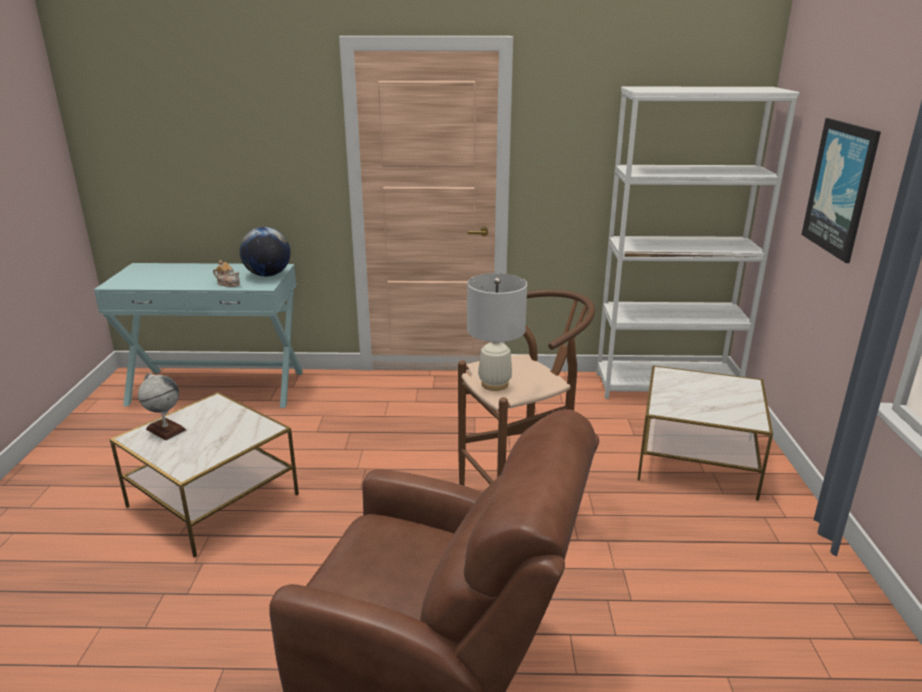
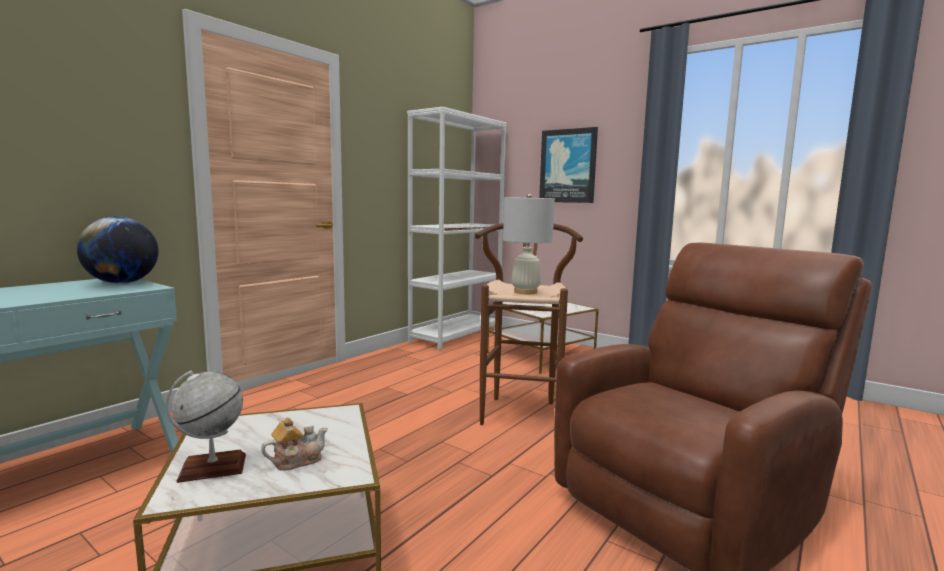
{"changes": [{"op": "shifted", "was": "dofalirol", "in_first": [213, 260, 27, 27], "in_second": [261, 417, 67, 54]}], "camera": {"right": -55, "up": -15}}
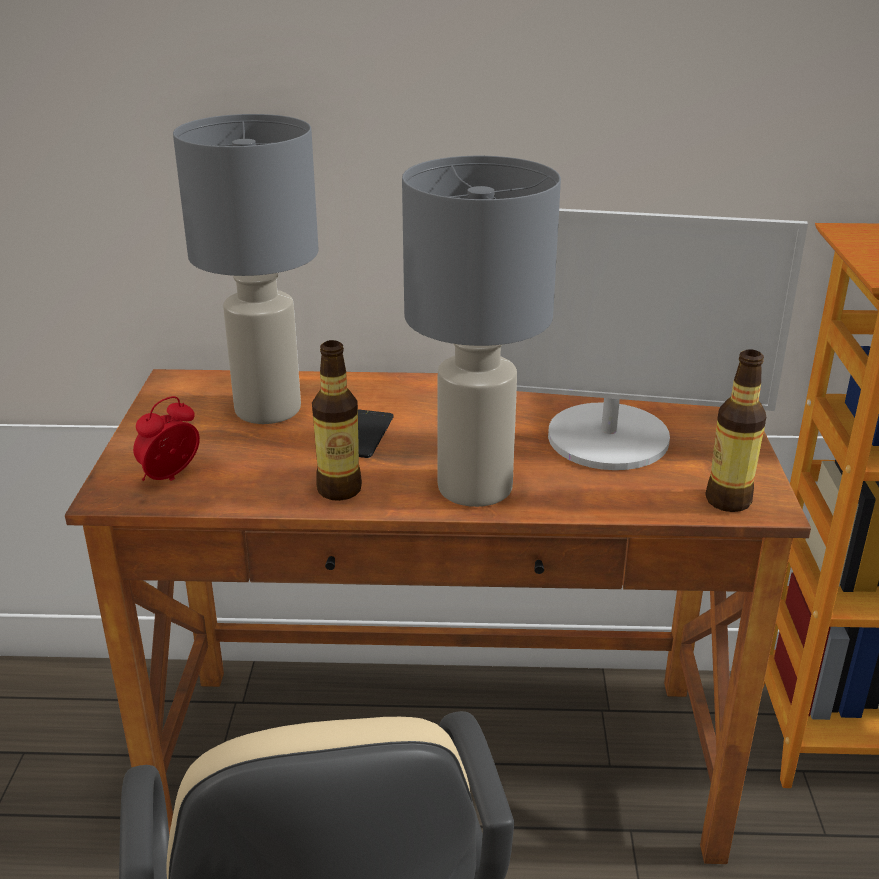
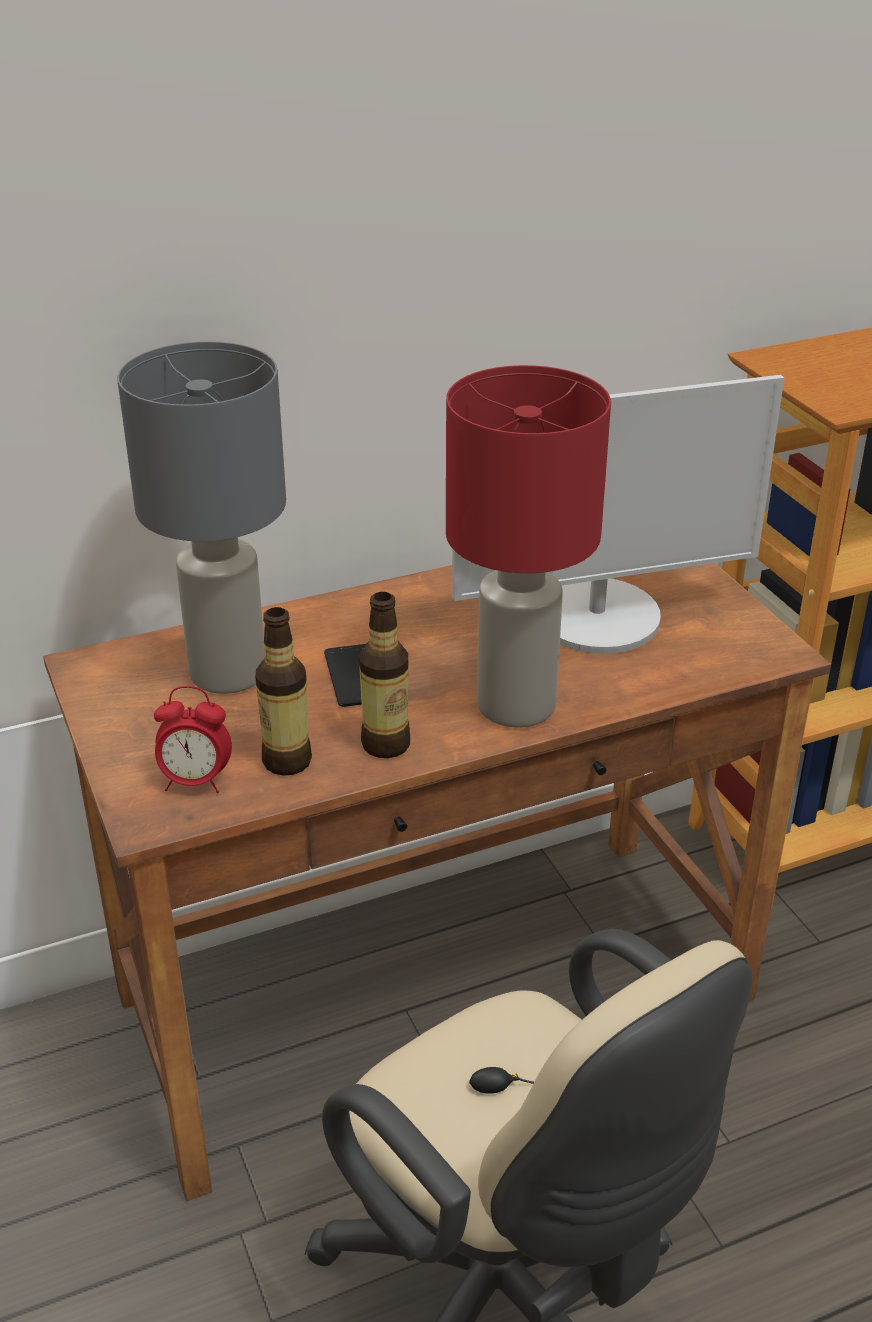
{"changes": [{"op": "repainted", "was": "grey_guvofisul", "now": "red_guvofisul", "in_first": [402, 156, 159, 351], "in_second": [446, 365, 165, 363]}, {"op": "shifted", "was": "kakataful", "in_first": [706, 350, 60, 162], "in_second": [255, 607, 57, 169]}, {"op": "rotated", "was": "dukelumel", "in_first": [133, 396, 67, 85], "in_second": [154, 686, 78, 107], "clockwise": -105}], "camera": {"right": -25, "up": 5}}
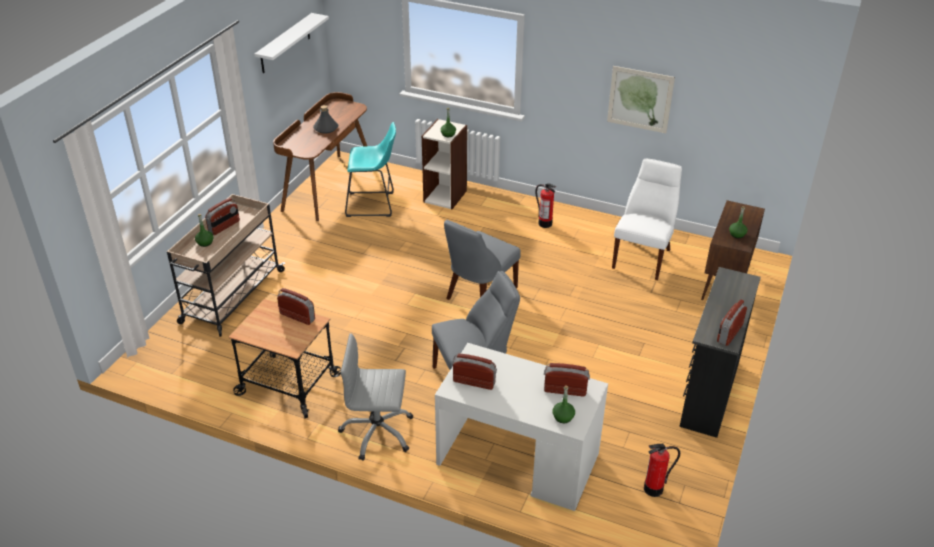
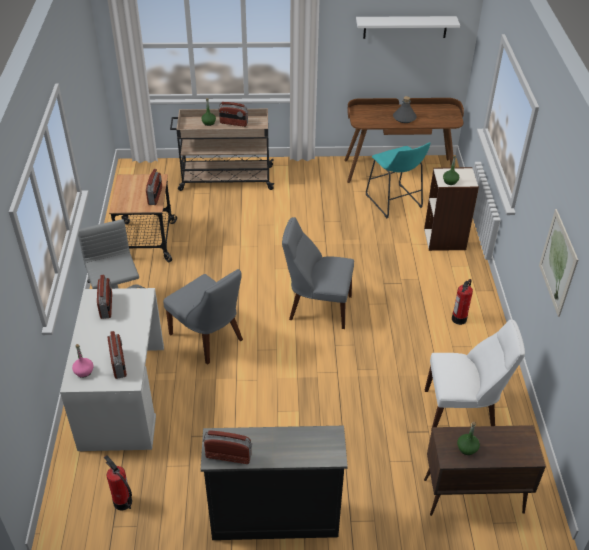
{"changes": [{"op": "repainted", "was": "green_kakataful", "now": "pink_kakataful", "in_first": [553, 385, 22, 38], "in_second": [72, 344, 22, 34]}], "camera": {"right": 65, "up": 5}}
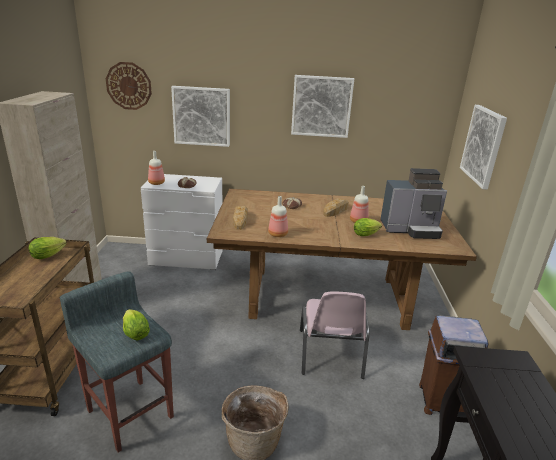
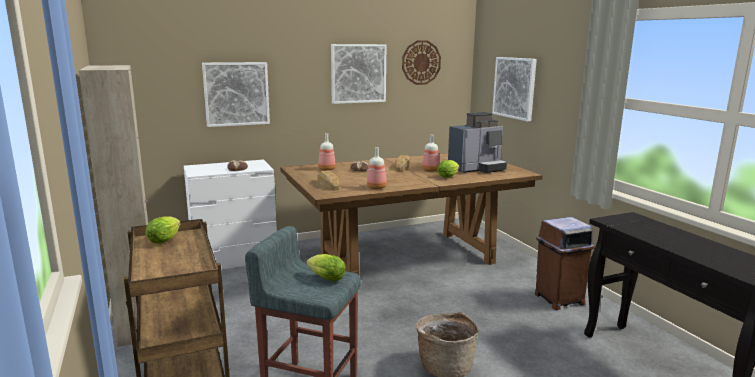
{"changes": [{"op": "shifted", "was": "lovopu", "in_first": [106, 62, 46, 48], "in_second": [402, 40, 39, 45]}, {"op": "shifted", "was": "kakataful", "in_first": [148, 151, 17, 34], "in_second": [318, 133, 18, 38]}, {"op": "gone", "was": "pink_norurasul", "in_first": [300, 291, 69, 88]}], "camera": {"right": -25, "up": -10}}
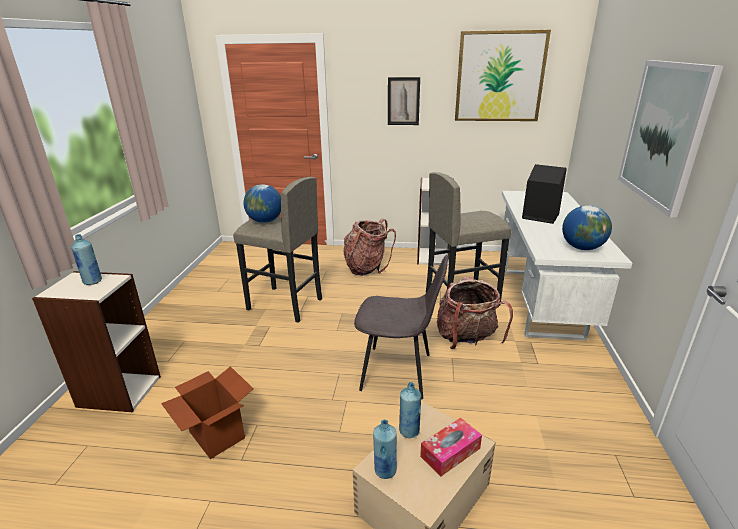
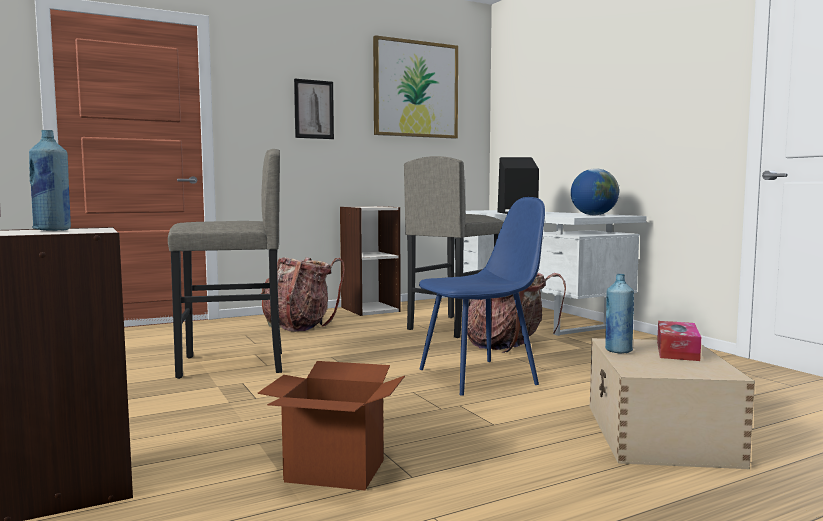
{"changes": [{"op": "gone", "was": "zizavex", "in_first": [618, 60, 105, 158]}, {"op": "gone", "was": "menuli", "in_first": [244, 184, 37, 39]}, {"op": "repainted", "was": "grey_norurasul", "now": "blue_norurasul", "in_first": [354, 255, 94, 144], "in_second": [419, 197, 126, 199]}, {"op": "gone", "was": "blue_kakataful", "in_first": [373, 420, 24, 59]}], "camera": {"right": -35, "up": -20}}
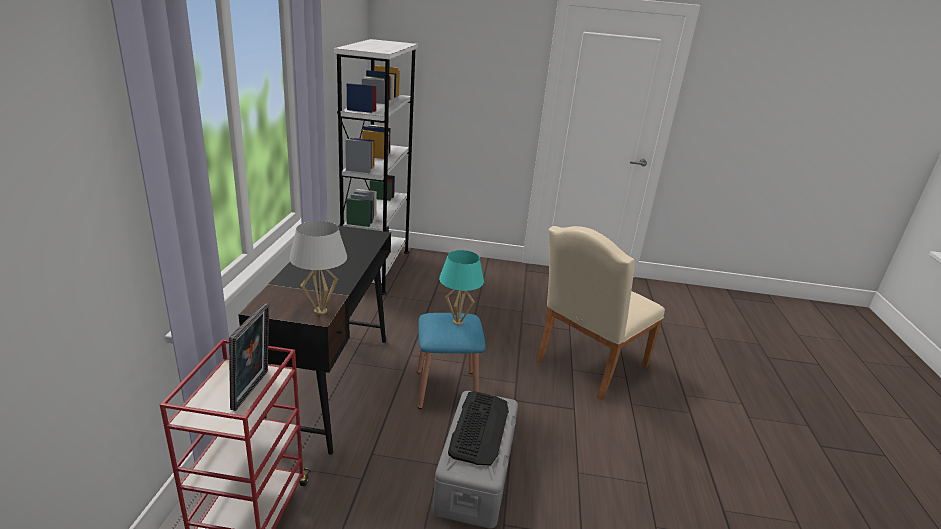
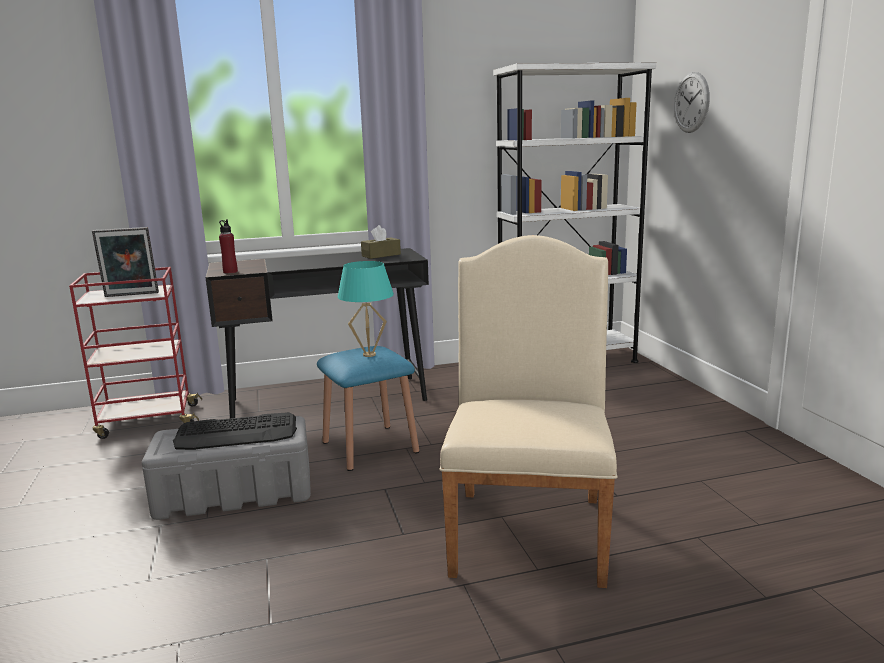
{"changes": [{"op": "swapped", "was": "white_guvofisul", "now": "red_kakataful", "in_first": [289, 221, 58, 94], "in_second": [219, 219, 19, 54]}, {"op": "rotated", "was": "beige_norurasul", "in_first": [536, 226, 129, 174], "in_second": [439, 235, 178, 353], "clockwise": 75}, {"op": "new", "now": "lovopu", "in_second": [674, 72, 36, 61]}, {"op": "new", "now": "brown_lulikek", "in_second": [361, 225, 40, 34]}], "camera": {"right": 70, "up": -10}}
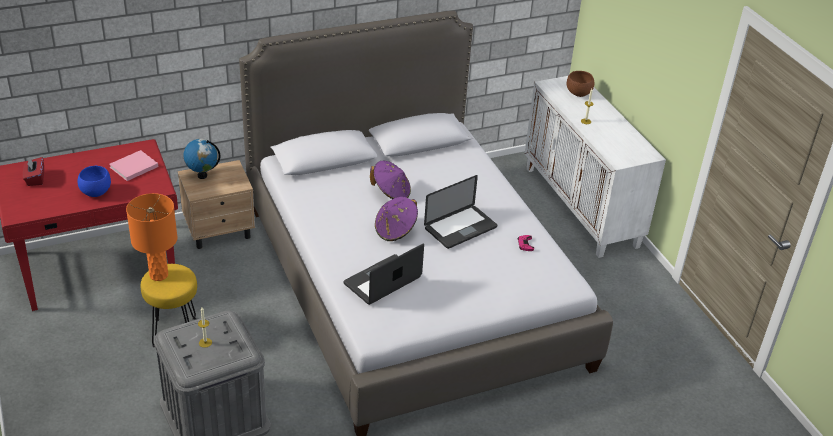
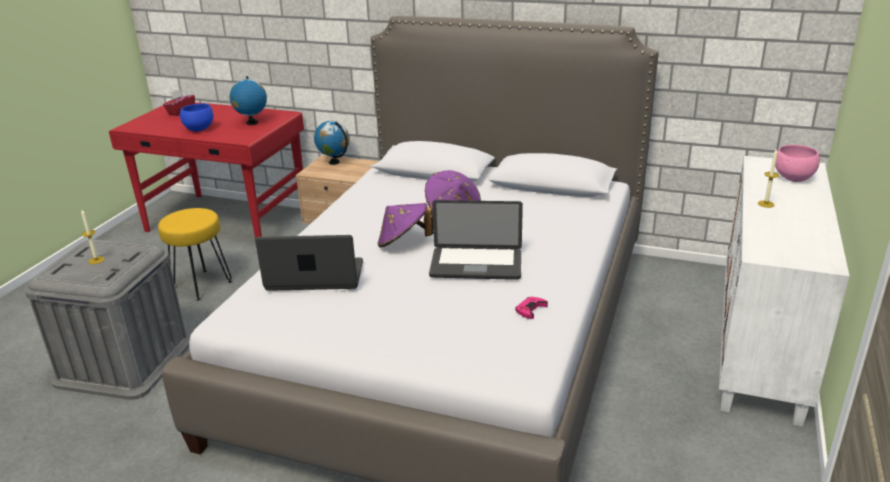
{"changes": [{"op": "repainted", "was": "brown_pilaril", "now": "pink_pilaril", "in_first": [566, 71, 28, 26], "in_second": [775, 145, 45, 37]}, {"op": "swapped", "was": "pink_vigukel", "now": "menuli", "in_first": [109, 150, 49, 31], "in_second": [230, 76, 37, 49]}, {"op": "gone", "was": "orange_guvofisul", "in_first": [126, 193, 52, 88]}], "camera": {"right": 45, "up": -10}}
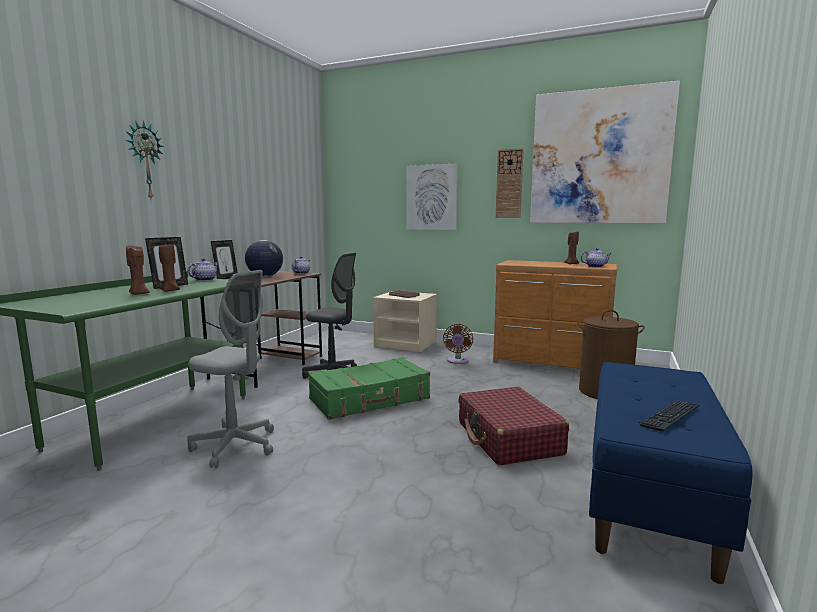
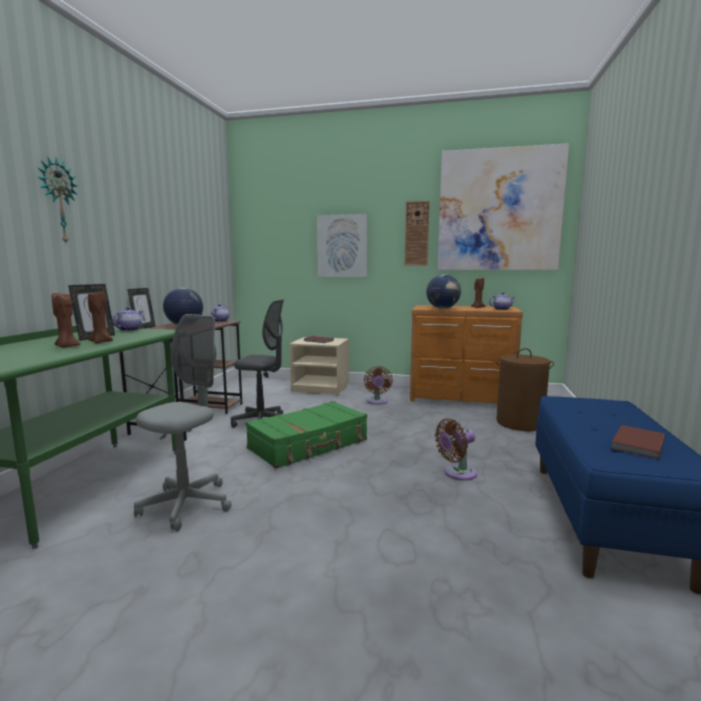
{"changes": [{"op": "rotated", "was": "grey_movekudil", "in_first": [187, 270, 87, 198], "in_second": [134, 314, 98, 217], "clockwise": -75}, {"op": "swapped", "was": "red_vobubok", "now": "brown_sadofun", "in_first": [459, 387, 110, 78], "in_second": [435, 418, 42, 63]}, {"op": "swapped", "was": "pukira", "now": "brown_vigukel", "in_first": [640, 400, 59, 32], "in_second": [611, 425, 54, 34]}, {"op": "new", "now": "menuli", "in_second": [426, 275, 35, 34]}], "camera": {"right": -10, "up": 0}}
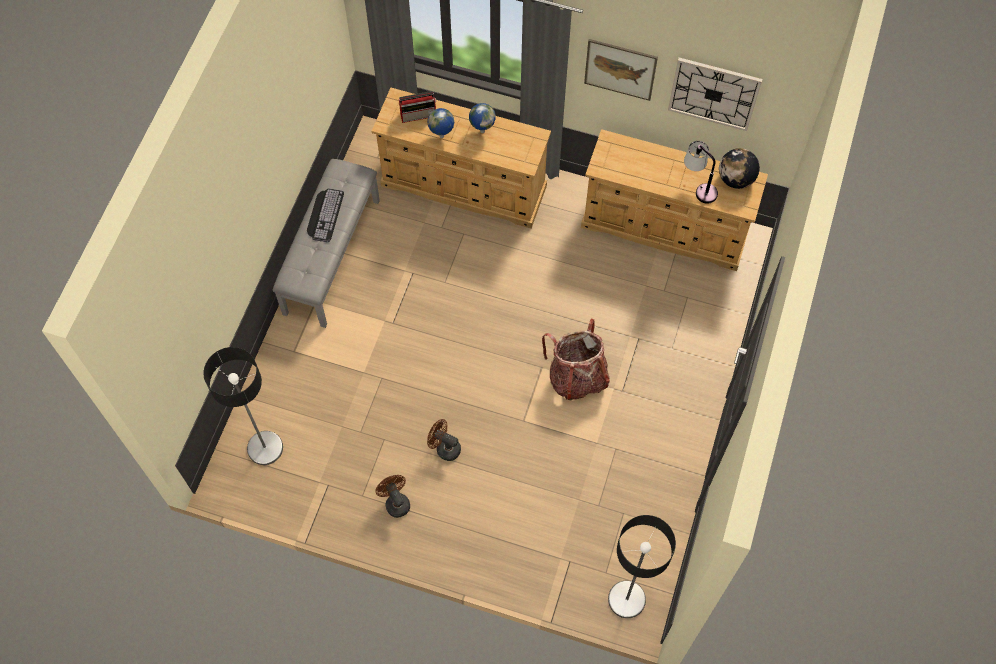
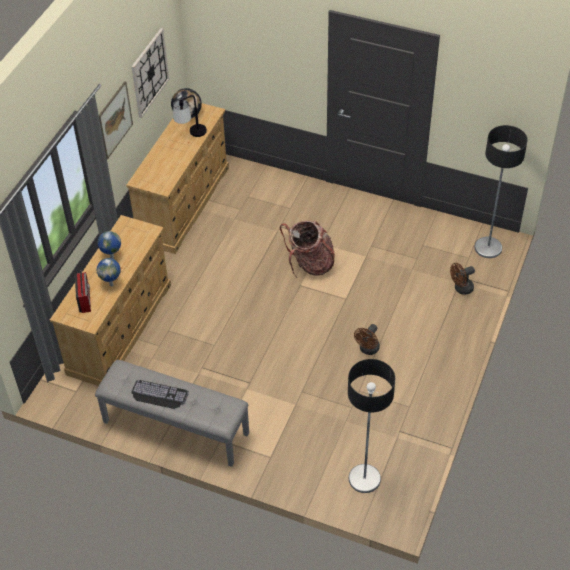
{"changes": [{"op": "shifted", "was": "brown_sadofun", "in_first": [375, 475, 35, 43], "in_second": [450, 263, 25, 32]}], "camera": {"right": -85, "up": -15}}
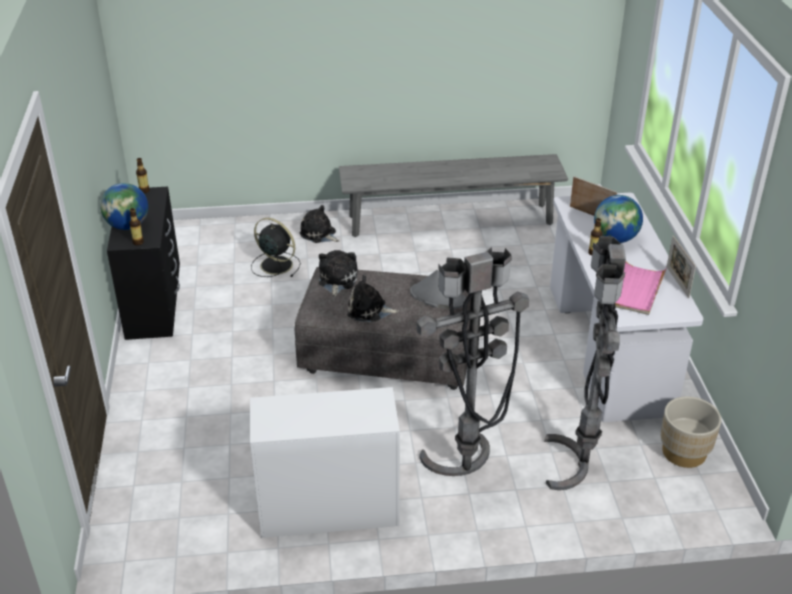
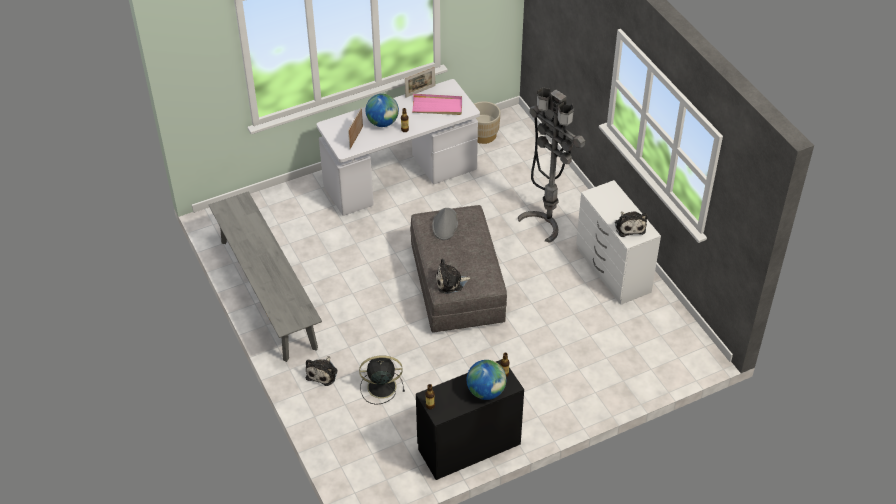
{"changes": [{"op": "rotated", "was": "black_sadofun", "in_first": [251, 218, 50, 59], "in_second": [359, 355, 46, 50], "clockwise": 75}, {"op": "gone", "was": "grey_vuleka", "in_first": [544, 236, 82, 254]}, {"op": "shifted", "was": "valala", "in_first": [347, 275, 52, 47], "in_second": [615, 212, 32, 25]}], "camera": {"right": -110, "up": 10}}
